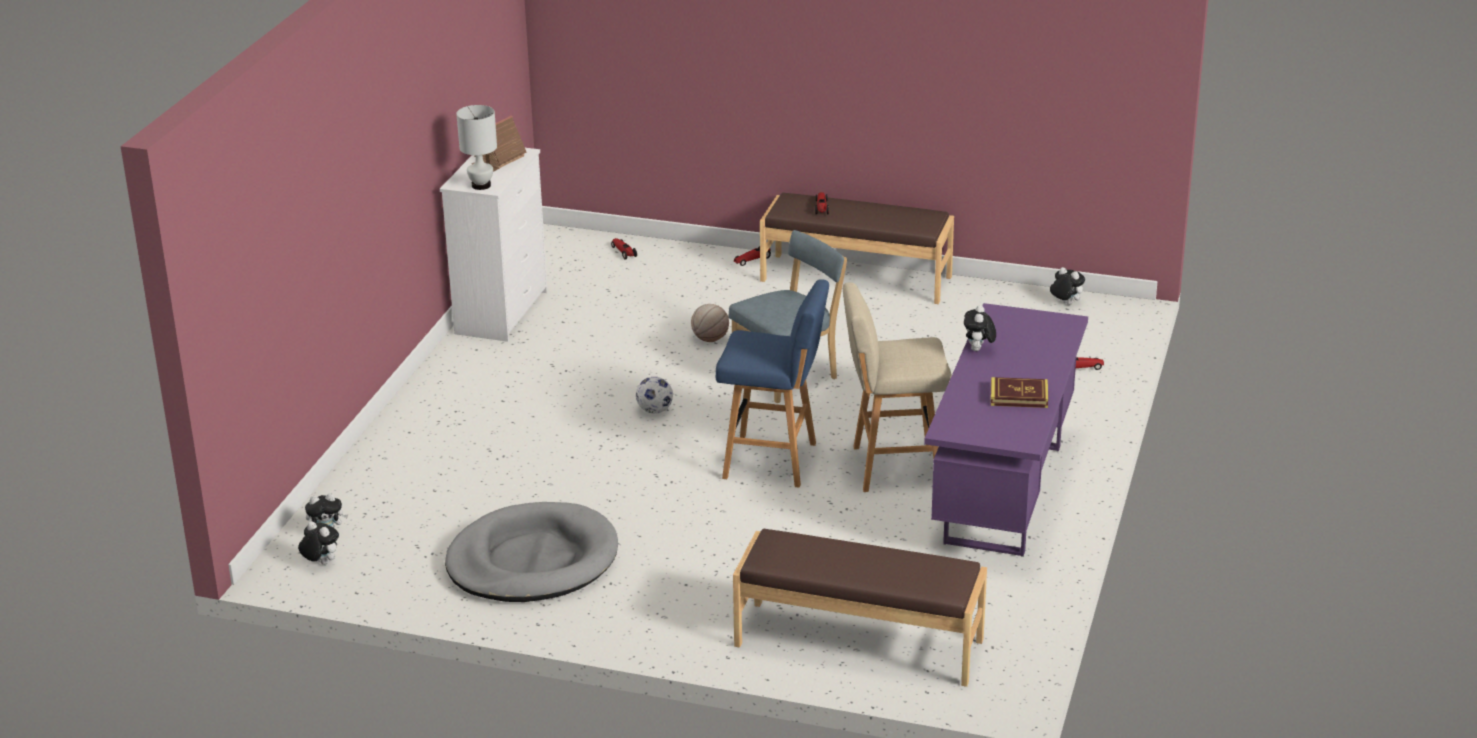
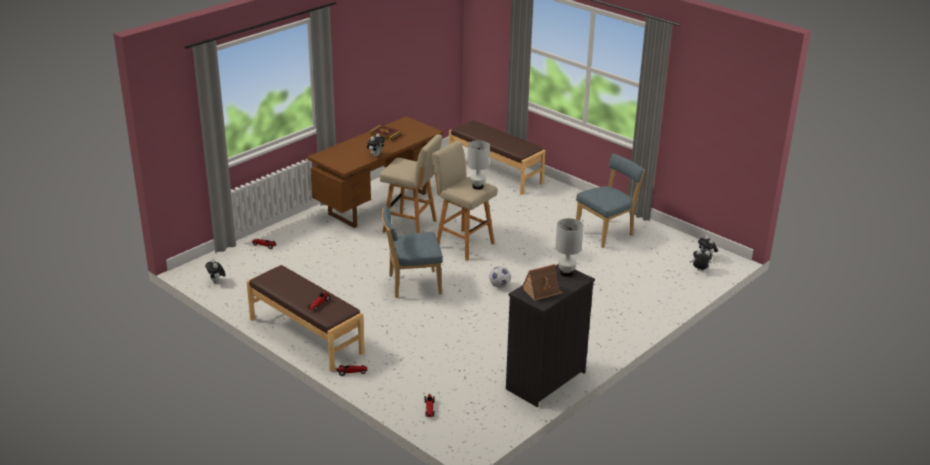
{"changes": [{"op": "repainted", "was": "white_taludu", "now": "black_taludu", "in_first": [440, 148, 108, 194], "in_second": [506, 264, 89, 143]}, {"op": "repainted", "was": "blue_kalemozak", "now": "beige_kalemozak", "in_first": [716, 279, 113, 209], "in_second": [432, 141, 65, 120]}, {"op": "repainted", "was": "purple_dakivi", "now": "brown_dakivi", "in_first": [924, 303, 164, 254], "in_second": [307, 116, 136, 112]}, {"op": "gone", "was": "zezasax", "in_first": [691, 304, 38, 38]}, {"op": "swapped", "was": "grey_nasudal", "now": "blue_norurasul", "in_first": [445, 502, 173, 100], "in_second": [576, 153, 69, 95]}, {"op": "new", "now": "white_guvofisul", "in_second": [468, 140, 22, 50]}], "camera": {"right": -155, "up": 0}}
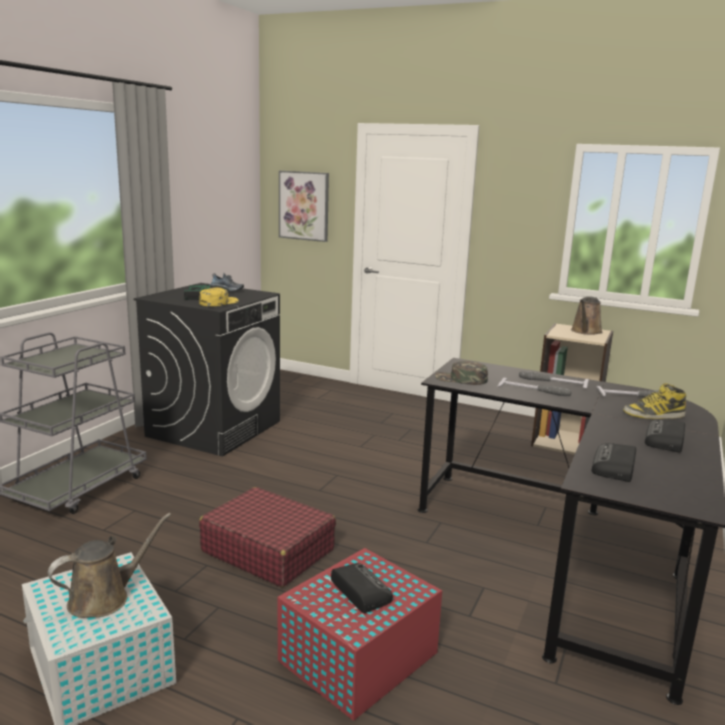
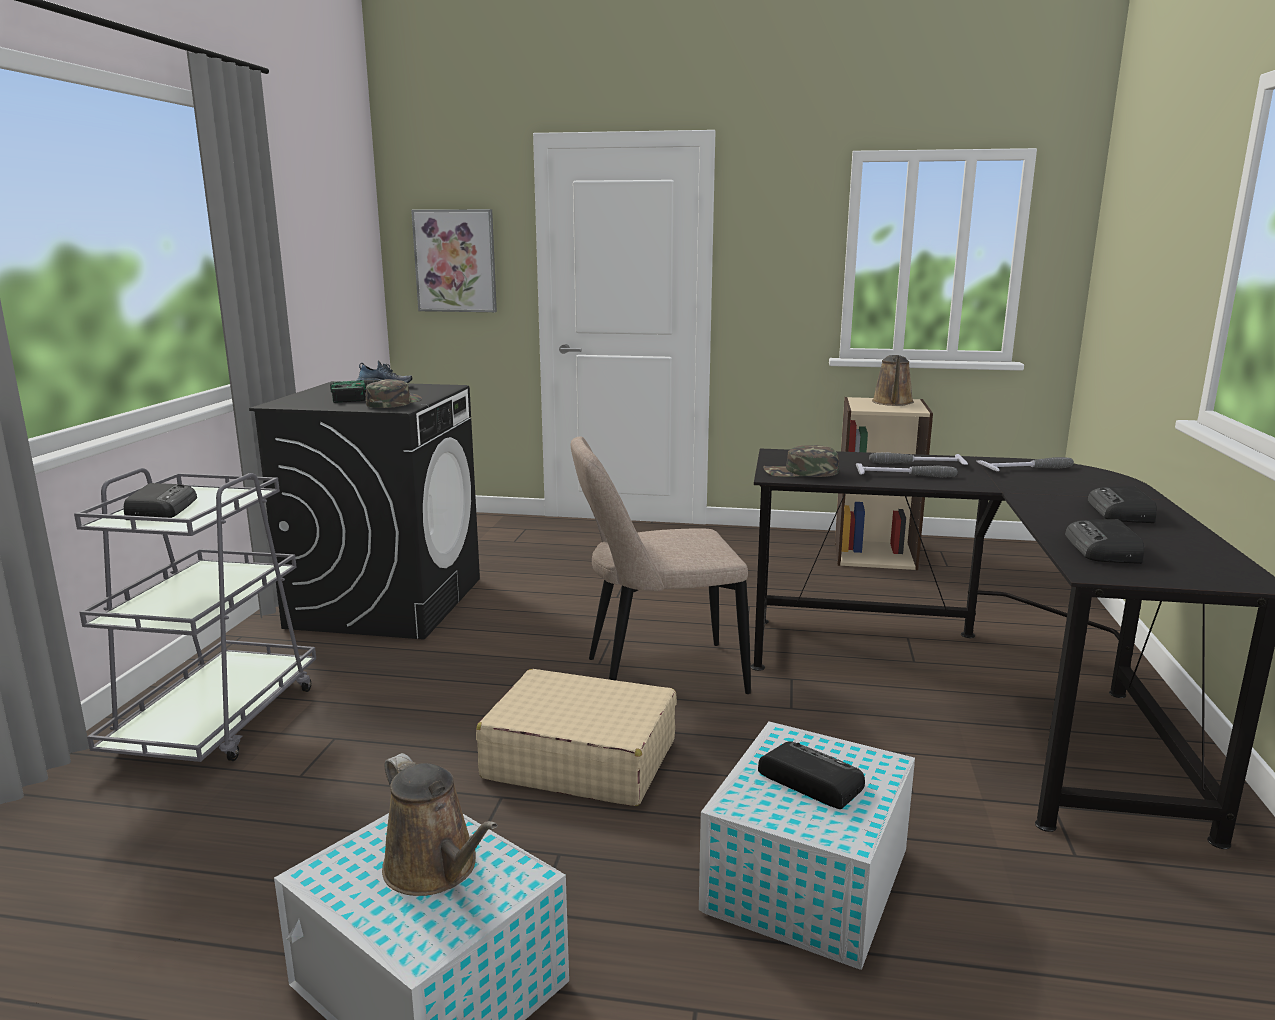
{"changes": [{"op": "repainted", "was": "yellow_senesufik", "now": "green_senesufik", "in_first": [199, 287, 40, 19], "in_second": [366, 379, 56, 29]}, {"op": "gone", "was": "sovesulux", "in_first": [623, 383, 63, 36]}, {"op": "repainted", "was": "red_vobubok", "now": "beige_vobubok", "in_first": [199, 487, 137, 100], "in_second": [476, 669, 201, 137]}, {"op": "rotated", "was": "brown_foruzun", "in_first": [48, 513, 123, 105], "in_second": [382, 753, 116, 143], "clockwise": 105}, {"op": "repainted", "was": "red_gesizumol", "now": "white_gesizumol", "in_first": [277, 548, 165, 173], "in_second": [699, 721, 216, 249]}, {"op": "new", "now": "beige_norurasul", "in_second": [571, 436, 180, 258]}, {"op": "new", "now": "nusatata", "in_second": [124, 483, 73, 37]}], "camera": {"right": -15, "up": 0}}
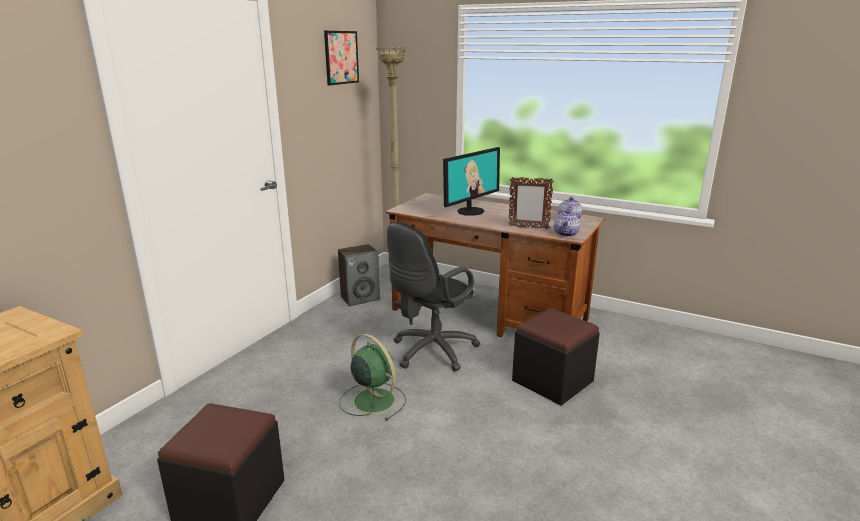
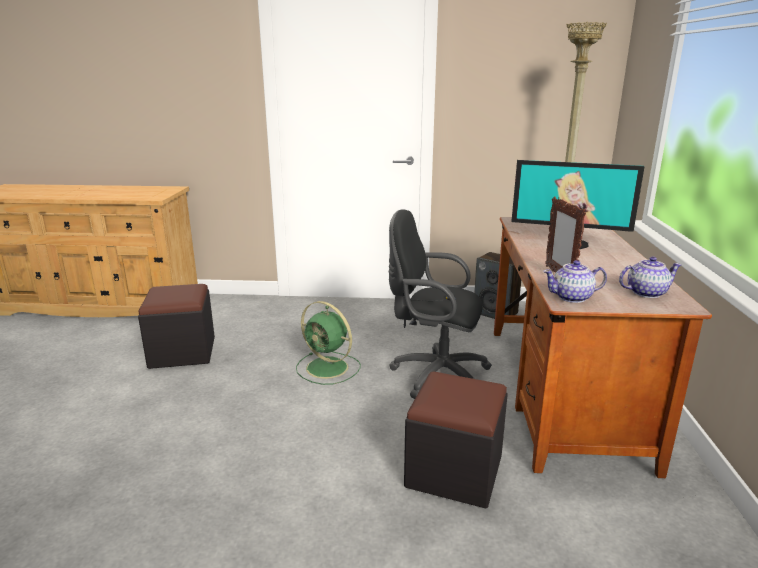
{"changes": [{"op": "gone", "was": "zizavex", "in_first": [324, 31, 35, 54]}, {"op": "rotated", "was": "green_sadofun", "in_first": [339, 334, 67, 87], "in_second": [296, 301, 65, 84], "clockwise": 105}], "camera": {"right": 65, "up": 0}}
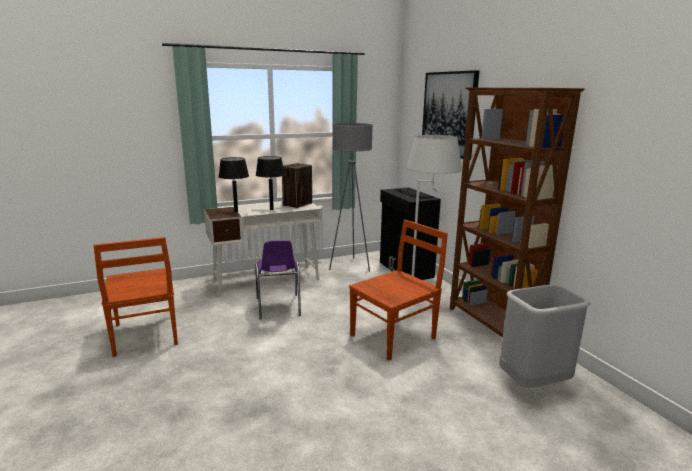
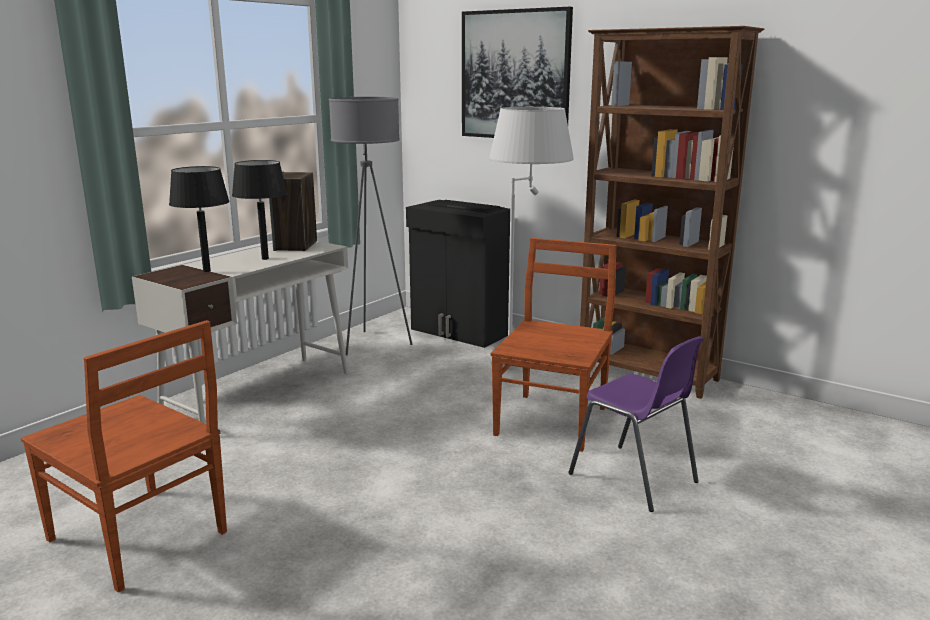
{"changes": [{"op": "shifted", "was": "purple_norurasul", "in_first": [255, 240, 46, 80], "in_second": [568, 336, 135, 176]}, {"op": "gone", "was": "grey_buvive", "in_first": [499, 284, 91, 104]}], "camera": {"right": -30, "up": 0}}
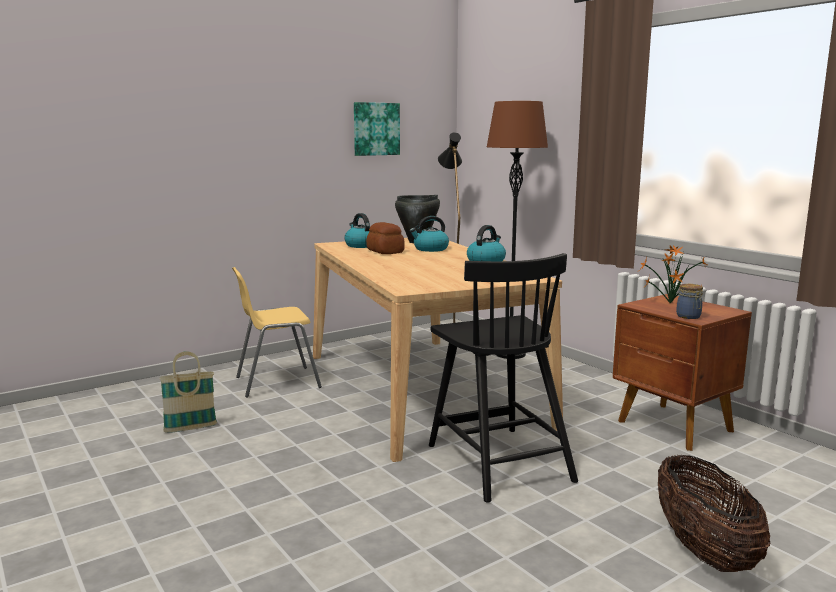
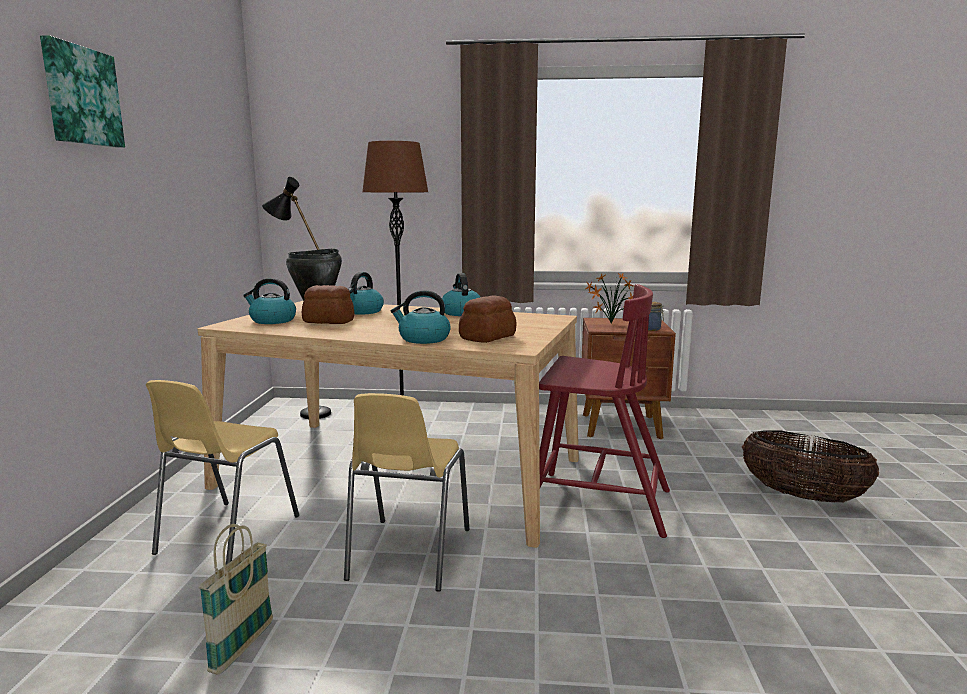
{"changes": [{"op": "shifted", "was": "zizavex", "in_first": [354, 102, 46, 54], "in_second": [40, 35, 85, 113]}, {"op": "repainted", "was": "black_norurasul", "now": "red_norurasul", "in_first": [429, 253, 149, 250], "in_second": [539, 284, 131, 254]}, {"op": "new", "now": "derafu", "in_second": [391, 290, 60, 54]}, {"op": "new", "now": "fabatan", "in_second": [459, 296, 58, 47]}, {"op": "new", "now": "yellow_norurasul", "in_second": [344, 393, 125, 199]}], "camera": {"right": -50, "up": 0}}
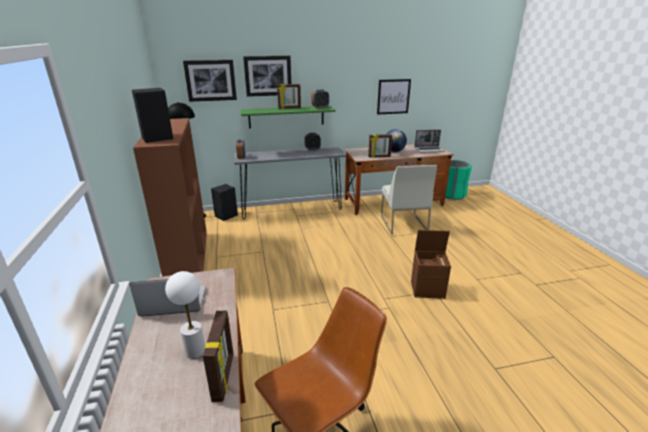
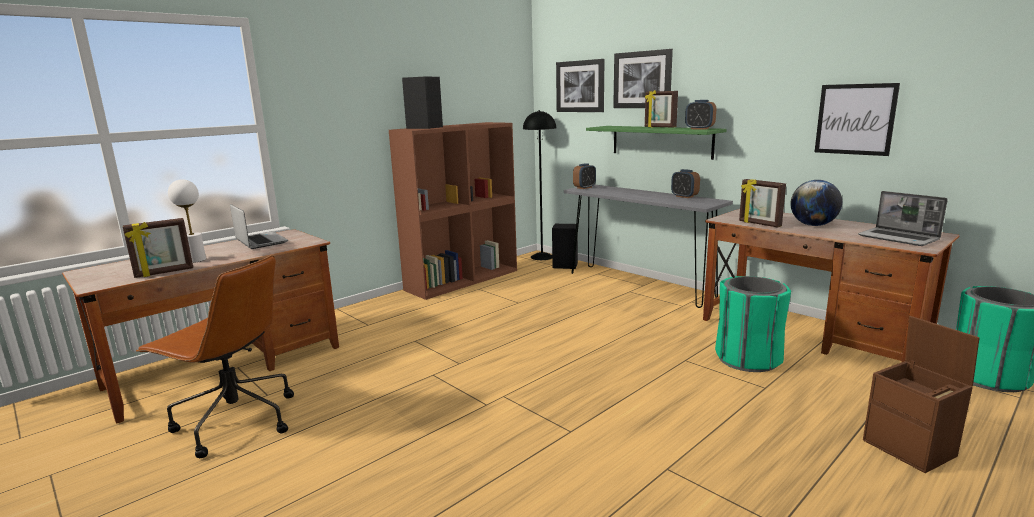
{"changes": [{"op": "swapped", "was": "white_norurasul", "now": "green_buvive", "in_first": [381, 165, 56, 70], "in_second": [715, 276, 76, 96]}, {"op": "shifted", "was": "brown_gesizumol", "in_first": [411, 230, 40, 69], "in_second": [863, 316, 117, 157]}], "camera": {"right": 60, "up": -10}}
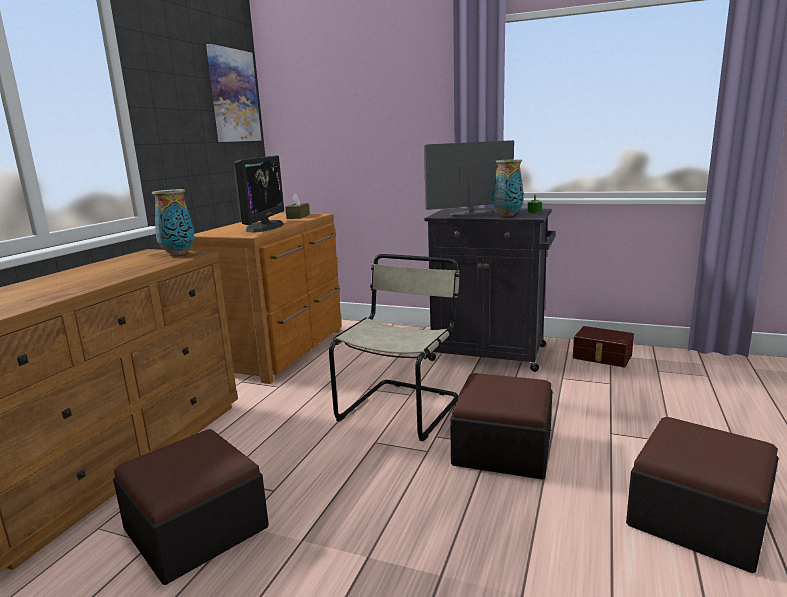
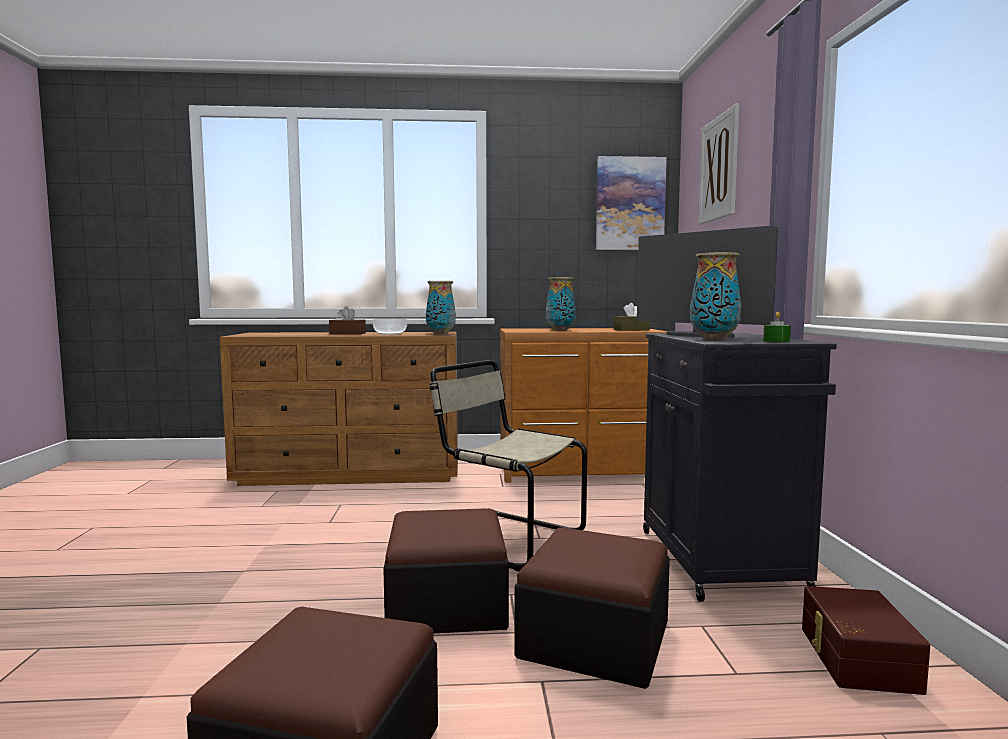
{"changes": [{"op": "swapped", "was": "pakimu", "now": "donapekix", "in_first": [234, 156, 50, 77], "in_second": [546, 277, 30, 54]}, {"op": "rotated", "was": "beige_norurasul", "in_first": [329, 254, 132, 187], "in_second": [429, 360, 158, 212], "clockwise": -150}, {"op": "shifted", "was": "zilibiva", "in_first": [113, 429, 156, 156], "in_second": [514, 527, 156, 162]}, {"op": "new", "now": "zizavex", "in_second": [698, 104, 41, 120]}, {"op": "new", "now": "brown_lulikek", "in_second": [329, 306, 37, 28]}, {"op": "new", "now": "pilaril", "in_second": [372, 319, 35, 16]}], "camera": {"right": 65, "up": -10}}
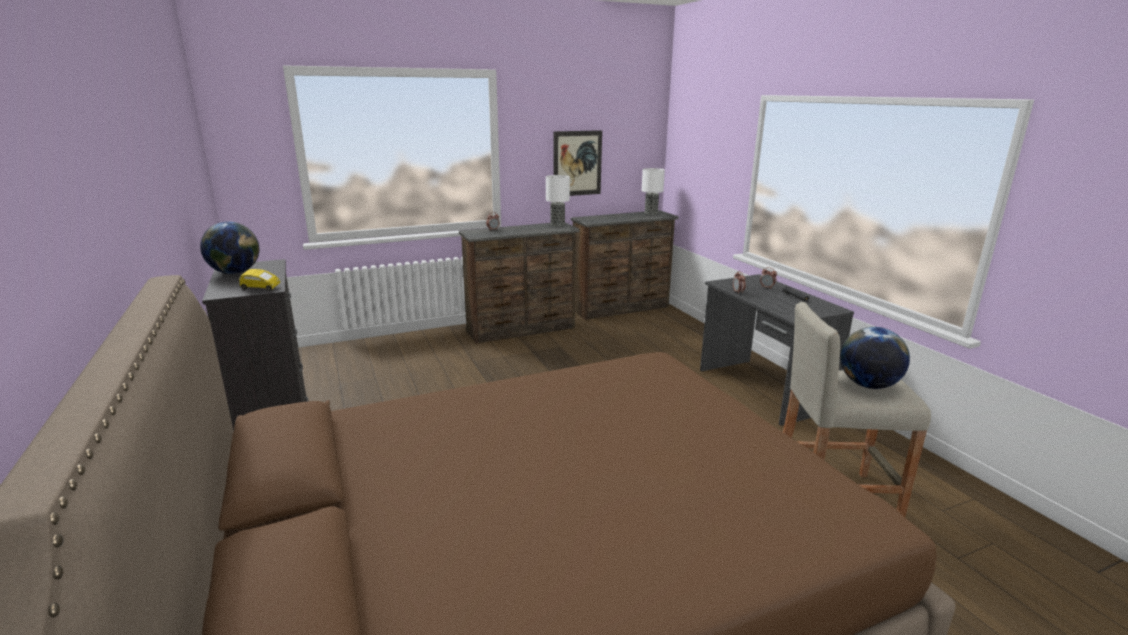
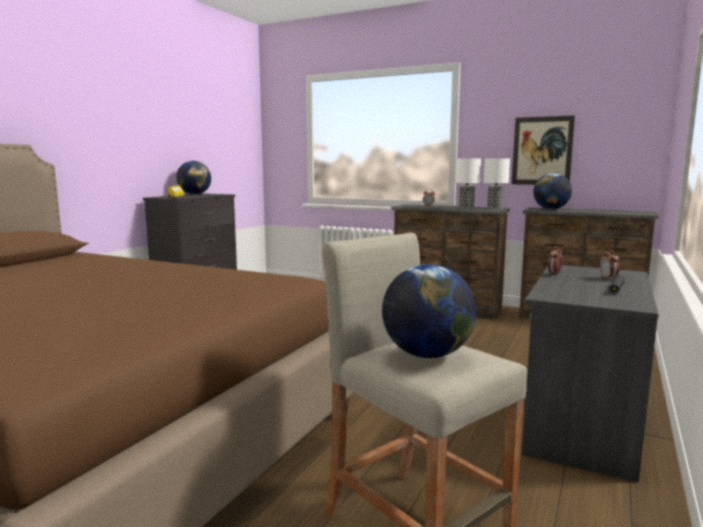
{"changes": [{"op": "shifted", "was": "guvofisul", "in_first": [642, 168, 23, 47], "in_second": [455, 159, 26, 50]}, {"op": "new", "now": "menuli", "in_second": [533, 173, 39, 37]}], "camera": {"right": 50, "up": -10}}
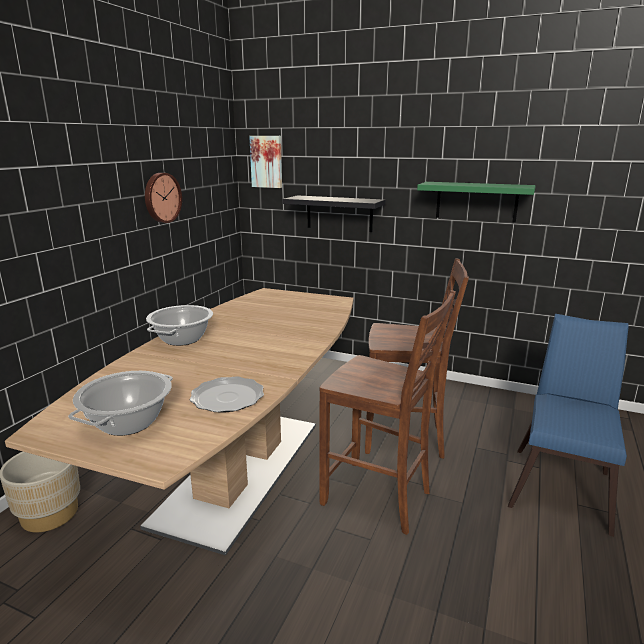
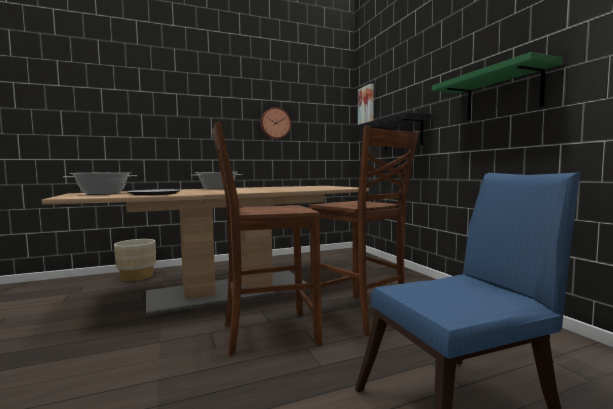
{"changes": [{"op": "rotated", "was": "brown_norurasul", "in_first": [319, 290, 137, 245], "in_second": [212, 122, 110, 233], "clockwise": 90}], "camera": {"right": 45, "up": -15}}
